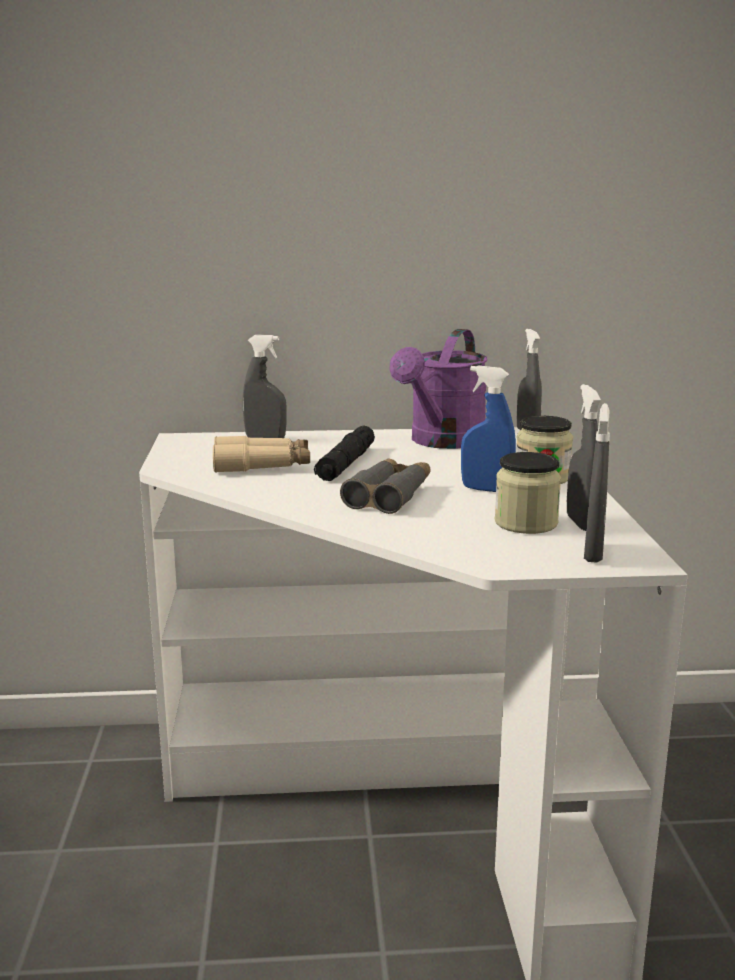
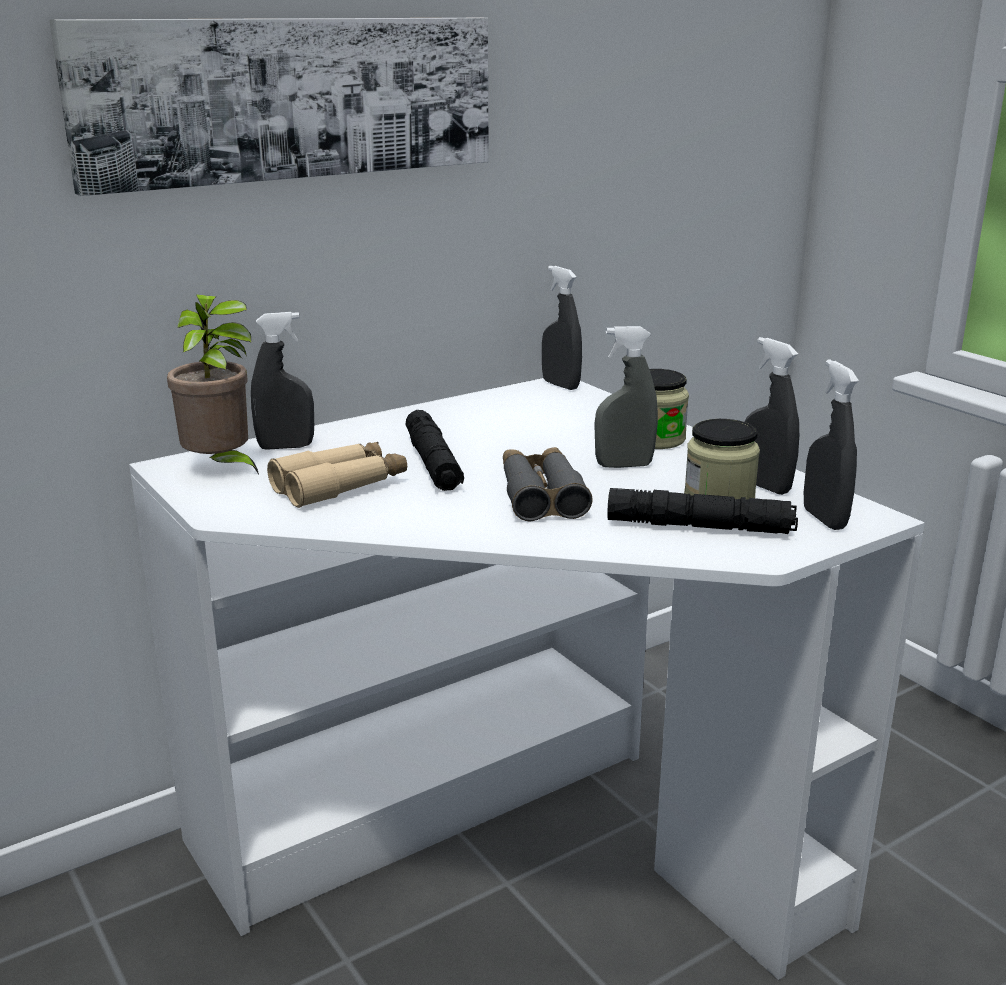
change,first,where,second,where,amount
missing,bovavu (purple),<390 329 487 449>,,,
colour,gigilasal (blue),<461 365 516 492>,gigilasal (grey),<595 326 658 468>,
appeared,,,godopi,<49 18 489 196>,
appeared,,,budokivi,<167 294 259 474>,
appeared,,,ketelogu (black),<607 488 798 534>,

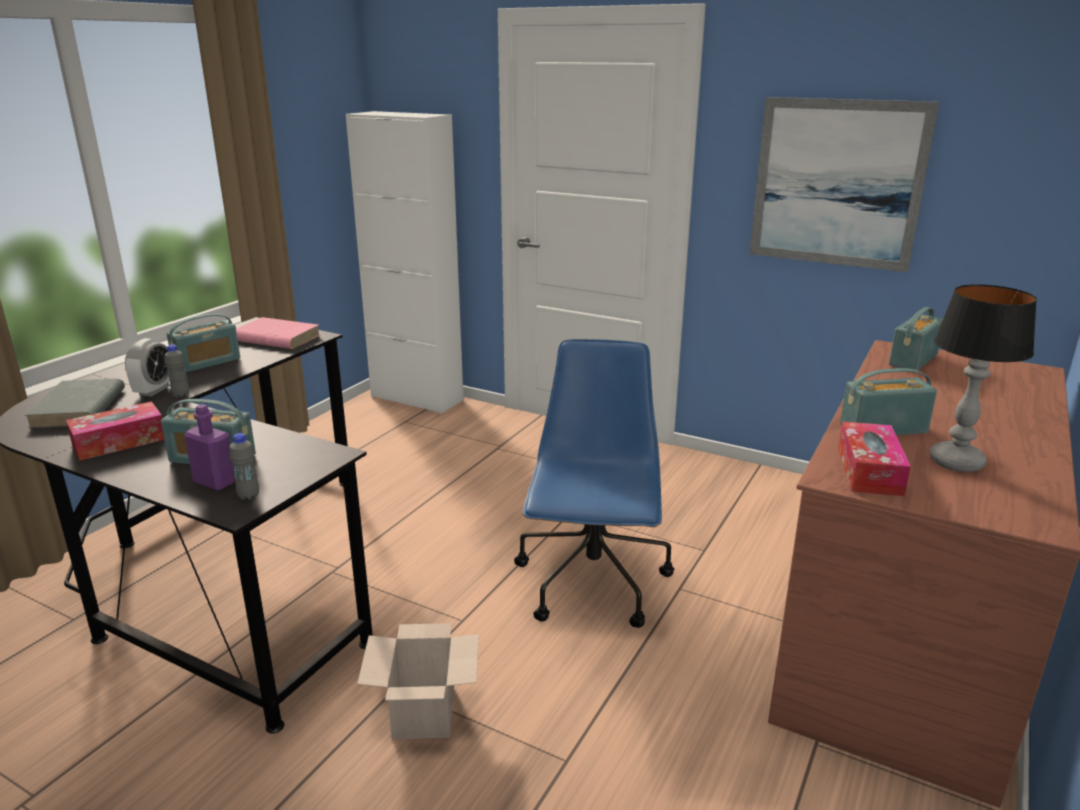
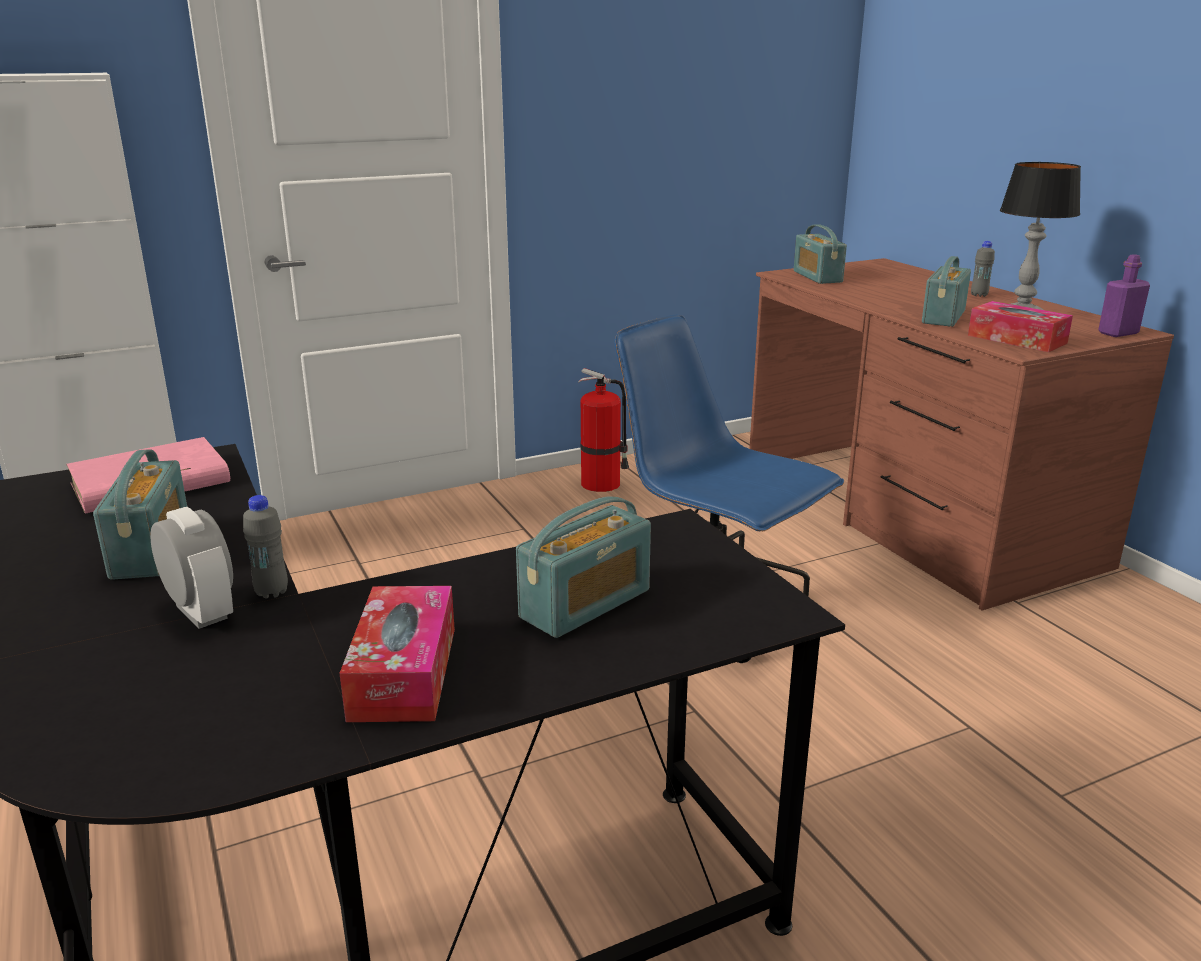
change,first,where,second,where,amount
missing,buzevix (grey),<24 378 125 428>,,,
relocated,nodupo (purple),<184 404 235 490>,,<1098 254 1150 337>,
relocated,nodupo (grey),<229 433 259 500>,,<971 241 995 297>,
missing,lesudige,<357 623 479 739>,,,
missing,godopi,<750 97 939 272>,,,
appeared,,,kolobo,<578 368 629 492>,

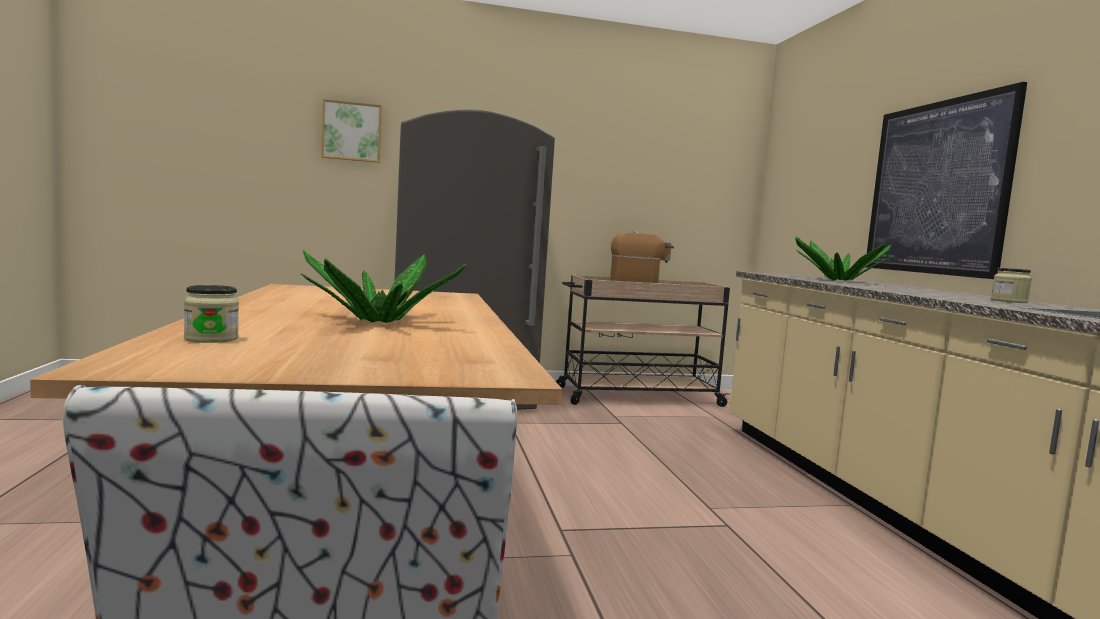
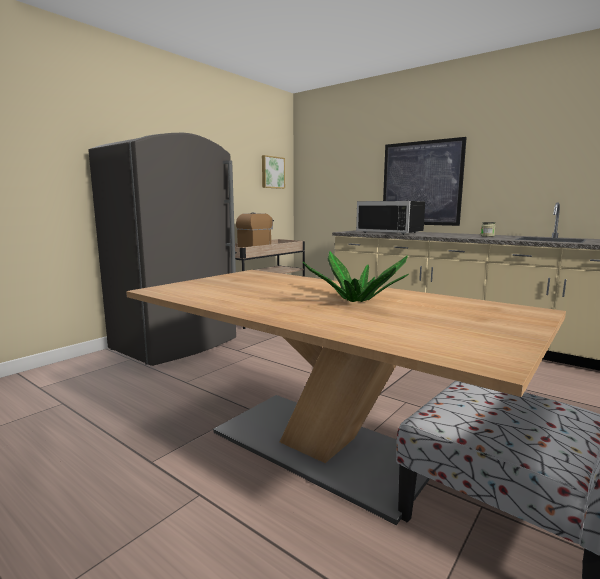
change,first,where,second,where,amount
missing,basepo,<184 285 239 343>,,,
relocated,godopi,<321 99 382 163>,,<262 155 285 189>,
exchanged,budokivi,<795 237 894 281>,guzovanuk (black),<356 201 425 235>,

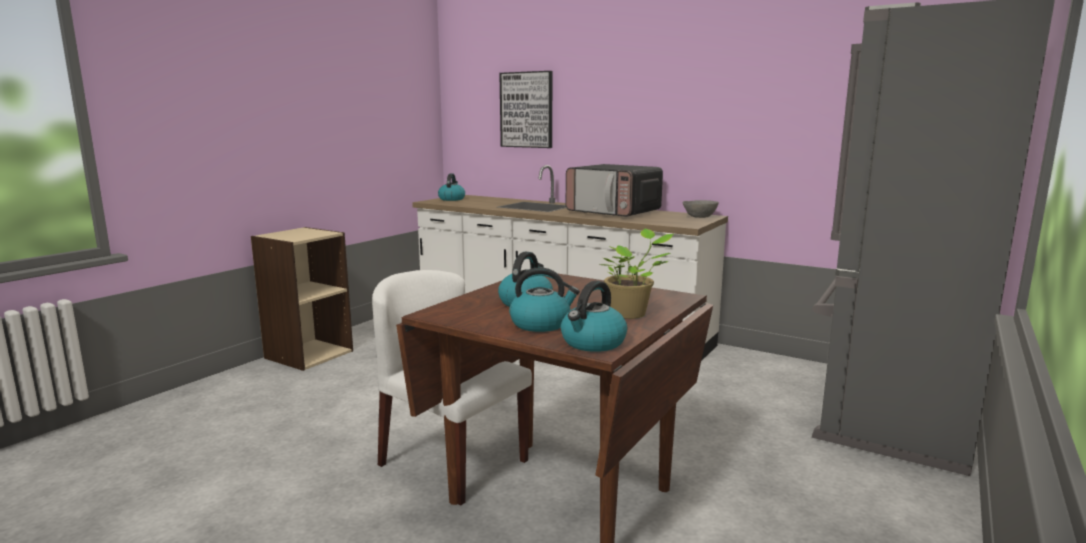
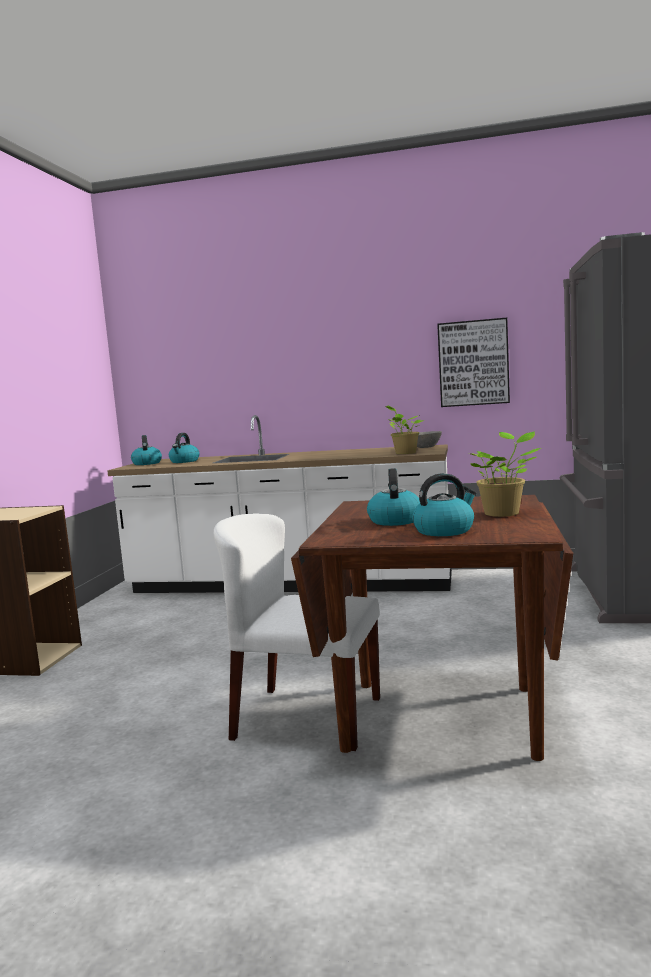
change,first,where,second,where,amount
relocated,godopi,<499 71 552 148>,,<437 318 510 407>,
relocated,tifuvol,<561 281 627 352>,,<169 433 199 463>,
missing,guzovanuk,<566 164 663 217>,,,
appeared,,,budokivi,<385 406 425 454>,

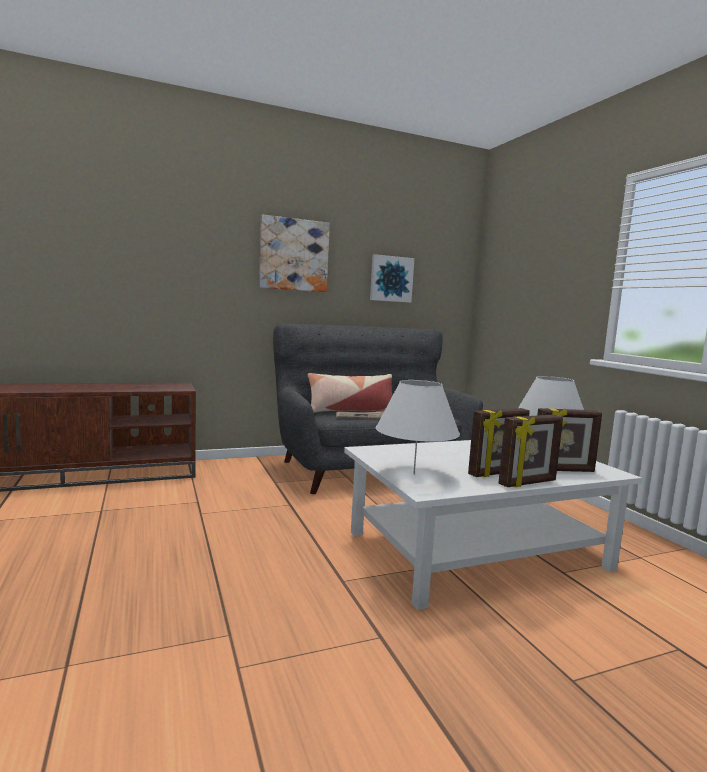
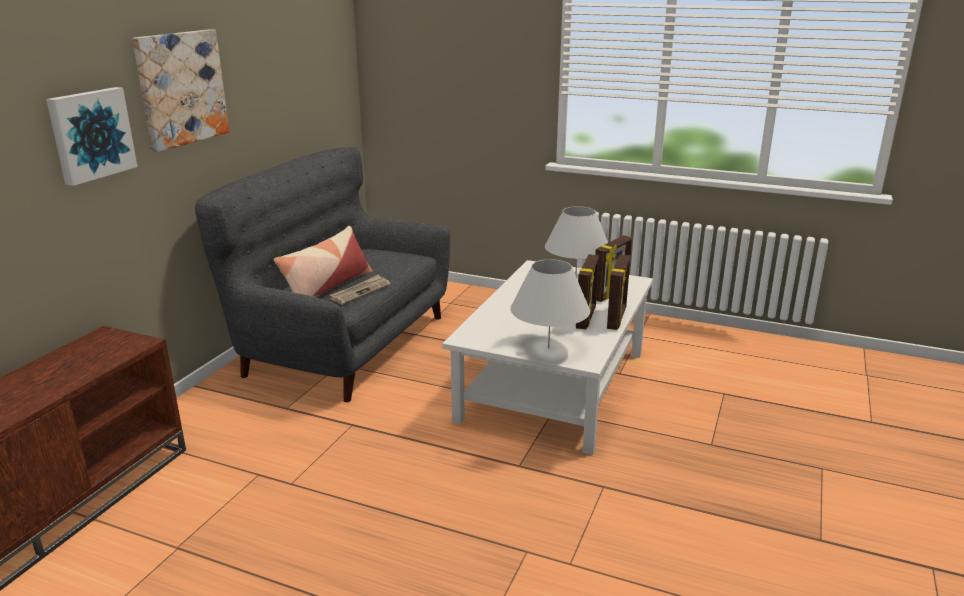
change,first,where,second,where,amount
relocated,godopi,<370 254 415 303>,,<46 87 138 186>,

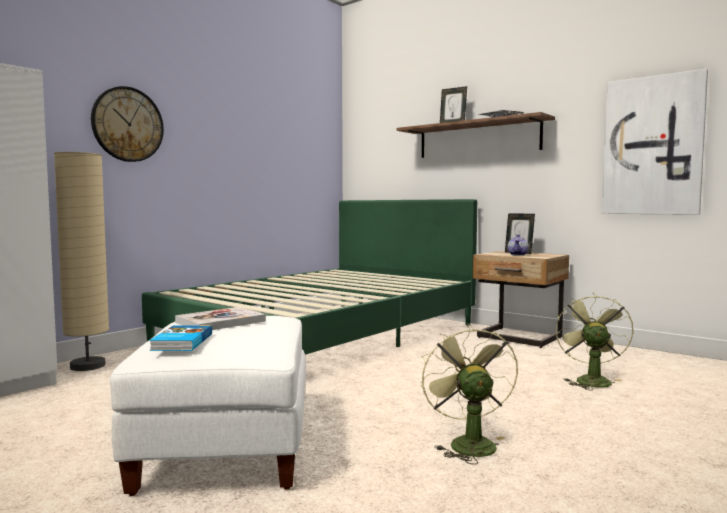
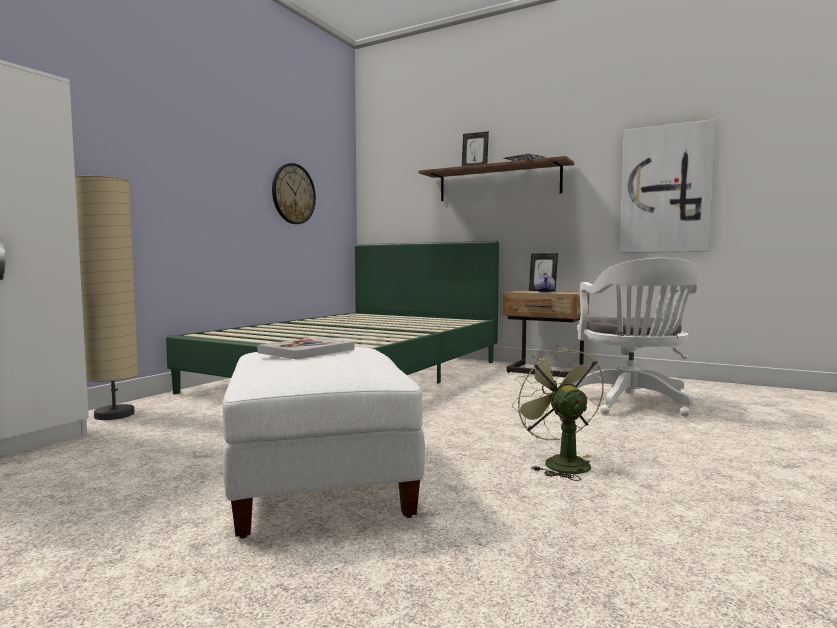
change,first,where,second,where,amount
relocated,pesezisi,<91 86 164 162>,,<272 163 316 224>,
missing,buzevix,<149 325 212 351>,,,
exchanged,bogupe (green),<556 292 633 390>,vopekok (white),<573 258 699 417>,

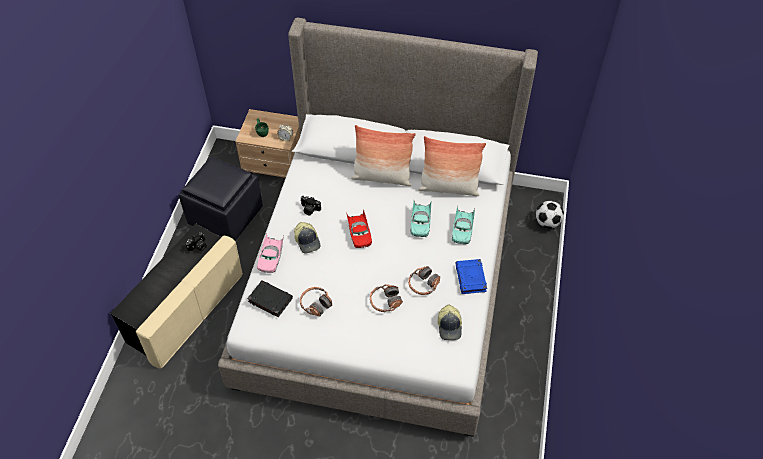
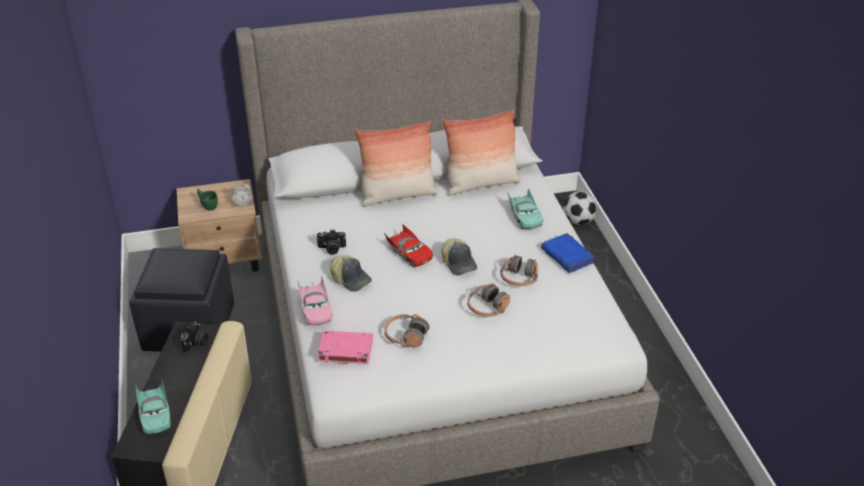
change,first,where,second,where,amount
colour,buzevix (black),<247 281 293 317>,buzevix (pink),<317 330 373 364>,
relocated,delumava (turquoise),<411 201 431 237>,,<135 380 171 434>,
relocated,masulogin,<438 304 462 340>,,<441 238 477 275>,

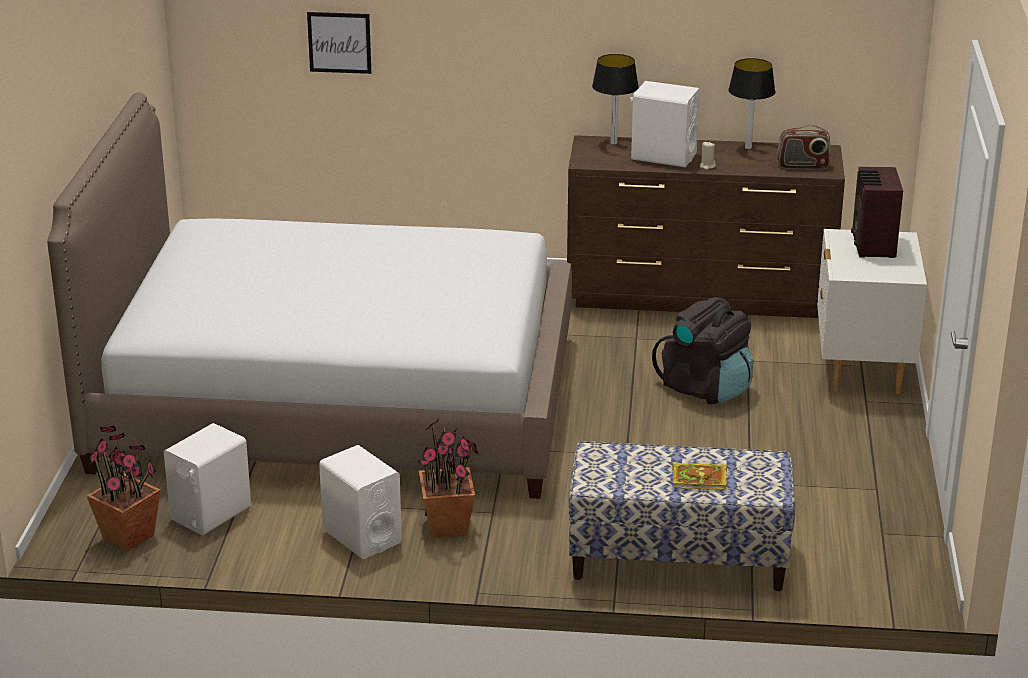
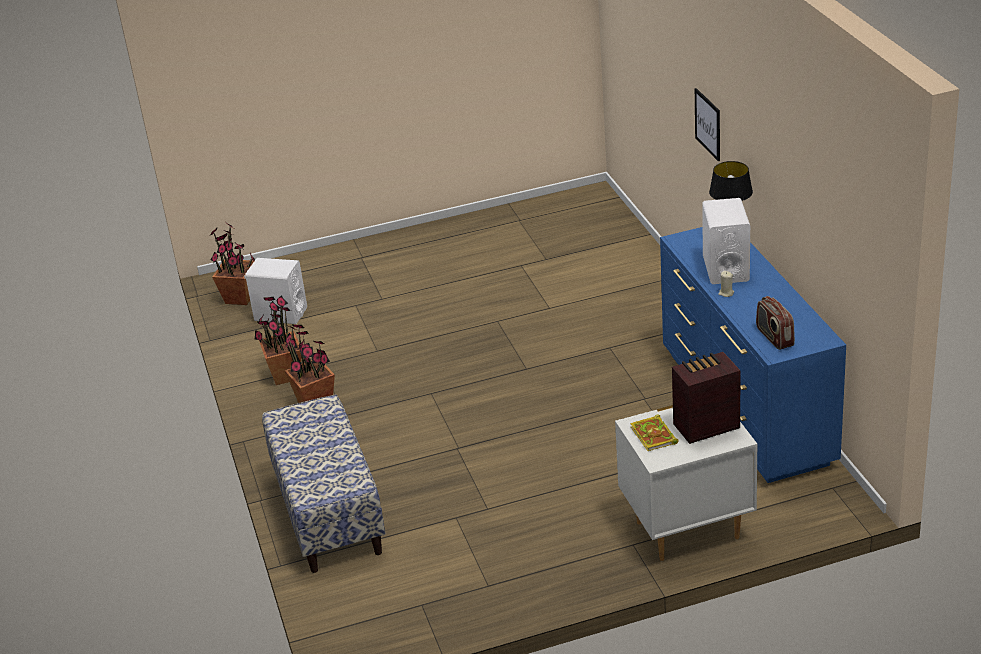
change,first,where,second,where,amount
missing,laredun,<47 92 572 499>,,,
relocated,godopi,<307 12 371 74>,,<695 88 720 161>,
exchanged,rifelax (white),<319 445 402 559>,budokivi,<255 296 301 385>,
colour,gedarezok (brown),<567 135 845 318>,gedarezok (blue),<660 227 846 483>,
missing,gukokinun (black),<652 297 753 404>,,,
relocated,buzevix,<672 462 727 490>,,<630 414 679 451>,
missing,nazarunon,<728 58 775 149>,,,

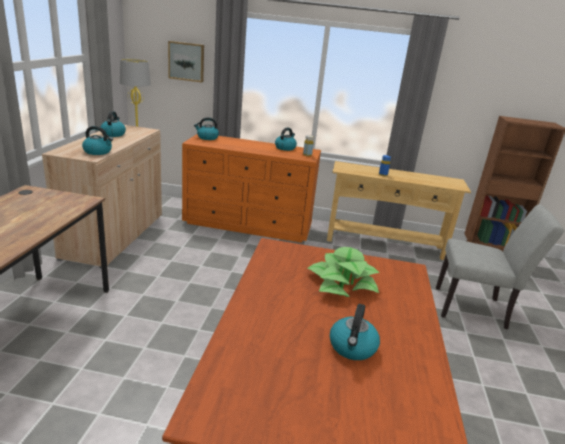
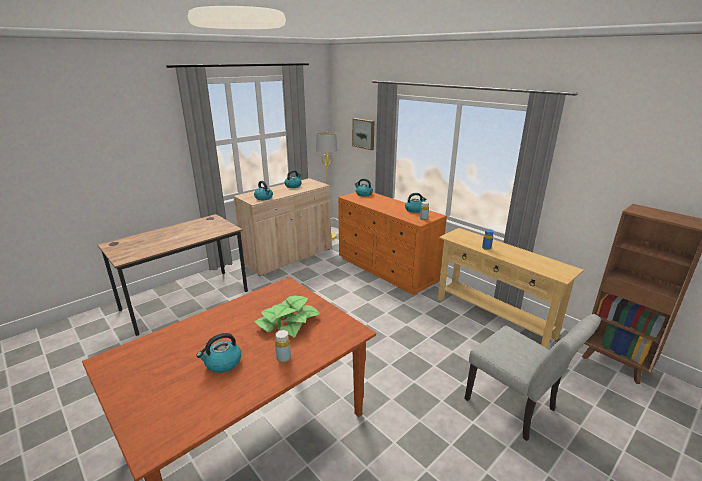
change,first,where,second,where,amount
appeared,,,nodupo (yellow),<275 330 291 363>,

